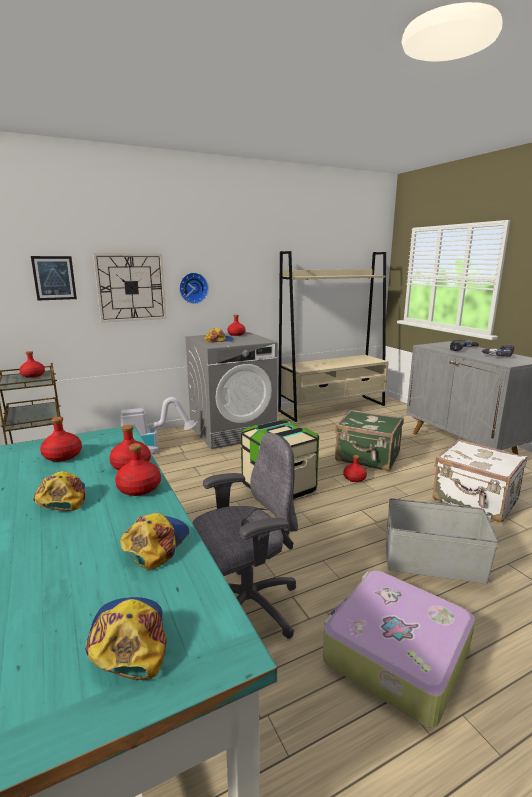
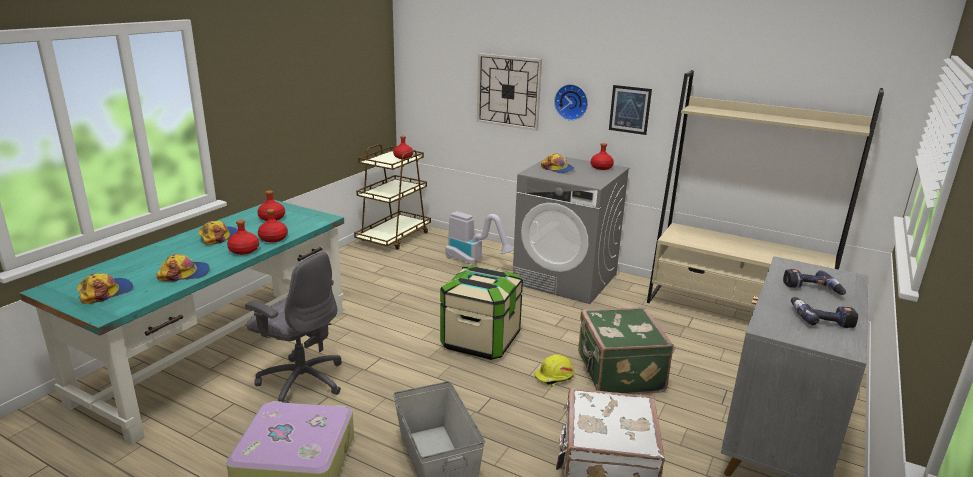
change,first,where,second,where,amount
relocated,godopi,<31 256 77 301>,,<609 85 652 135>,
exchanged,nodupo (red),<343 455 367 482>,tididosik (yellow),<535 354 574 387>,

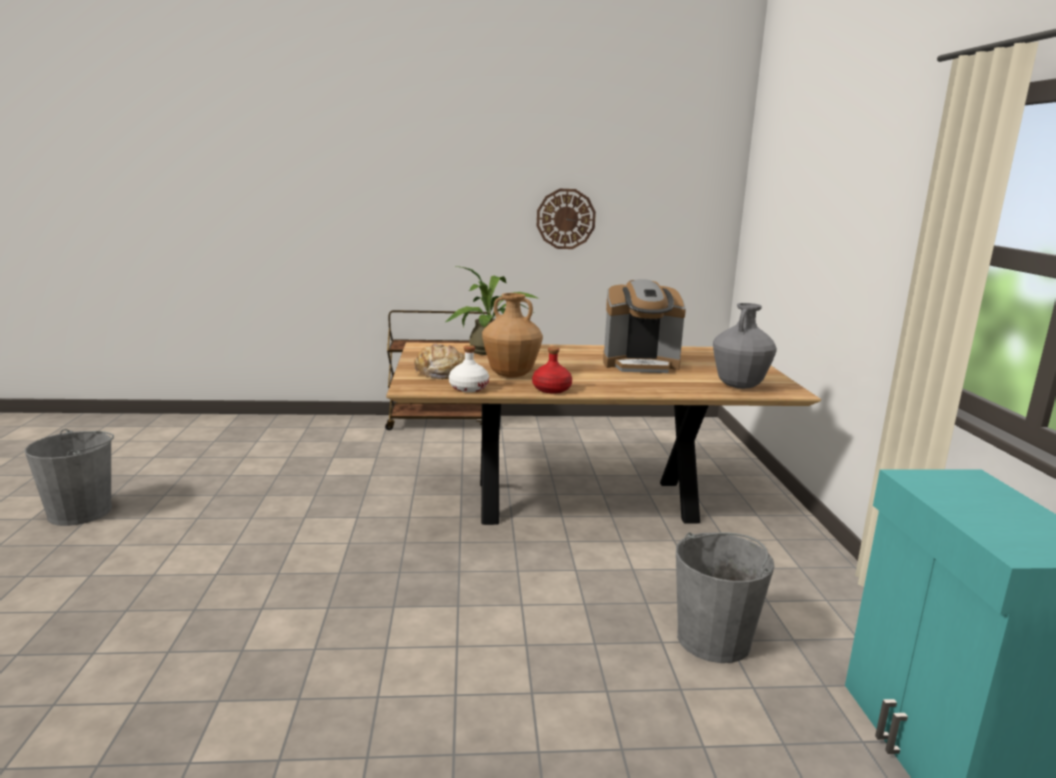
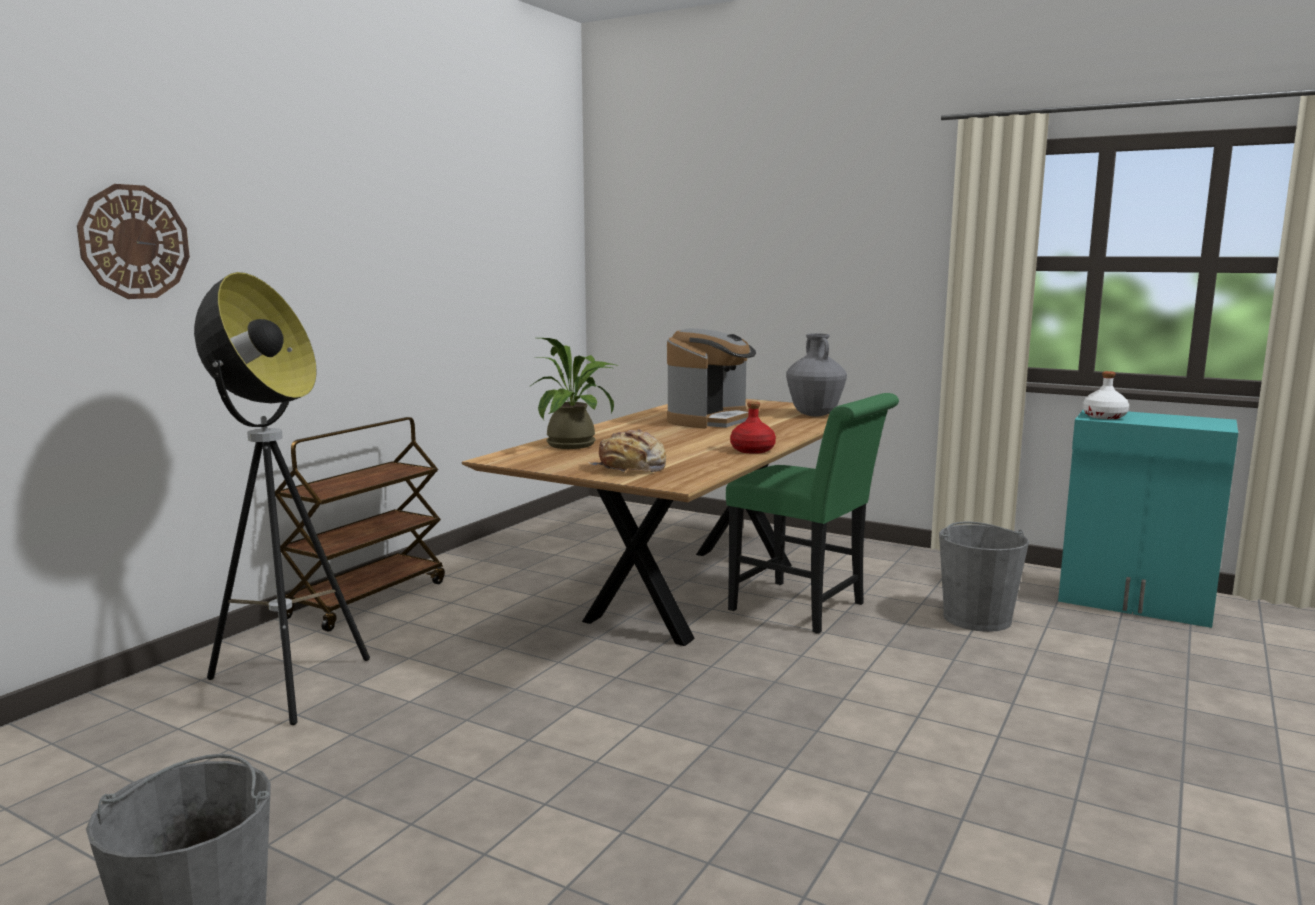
change,first,where,second,where,amount
relocated,nodupo (white),<449 345 489 392>,,<1083 371 1129 419>,
missing,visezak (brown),<482 293 543 378>,,,
relocated,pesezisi,<537 189 596 249>,,<77 184 190 299>,
appeared,,,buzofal,<194 272 370 725>,
appeared,,,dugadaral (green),<726 393 899 634>,

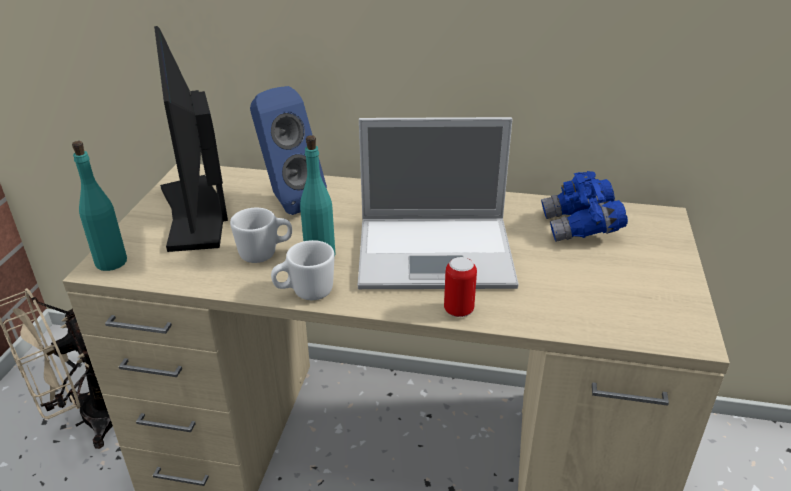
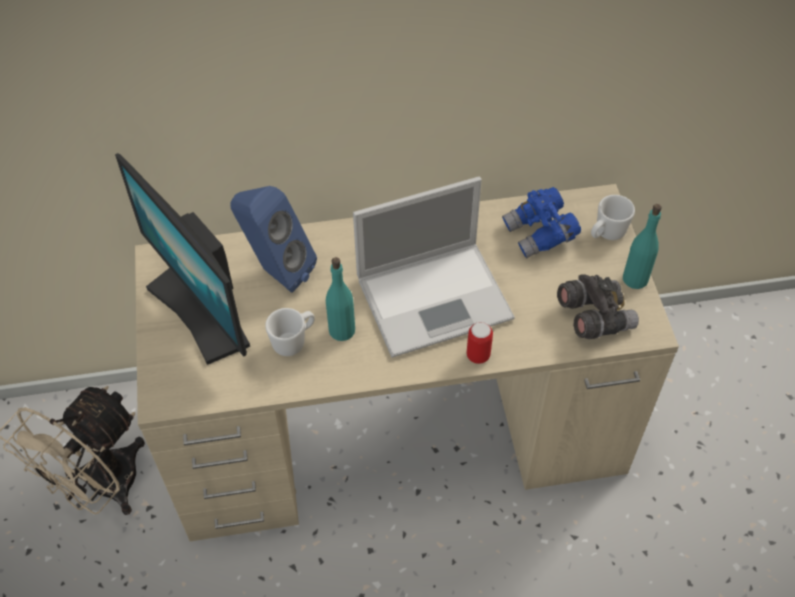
change,first,where,second,where,amount
relocated,nodupo (turquoise),<72 141 127 271>,,<623 204 661 289>,
relocated,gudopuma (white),<271 240 335 300>,,<591 195 635 240>,
appeared,,,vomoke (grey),<557 275 639 339>,

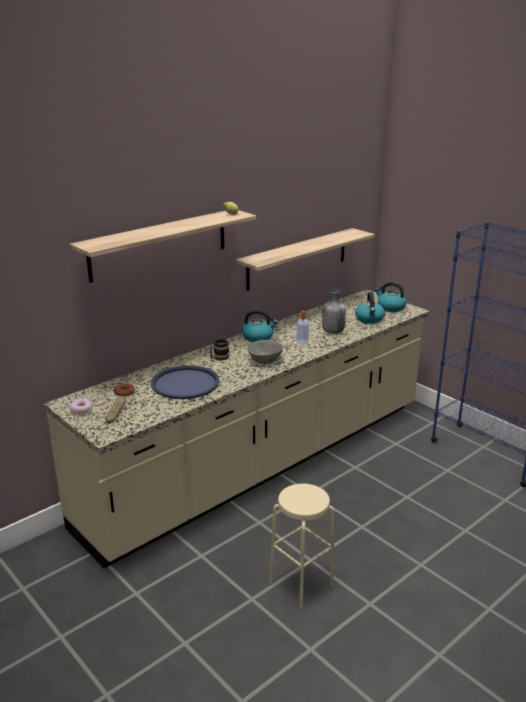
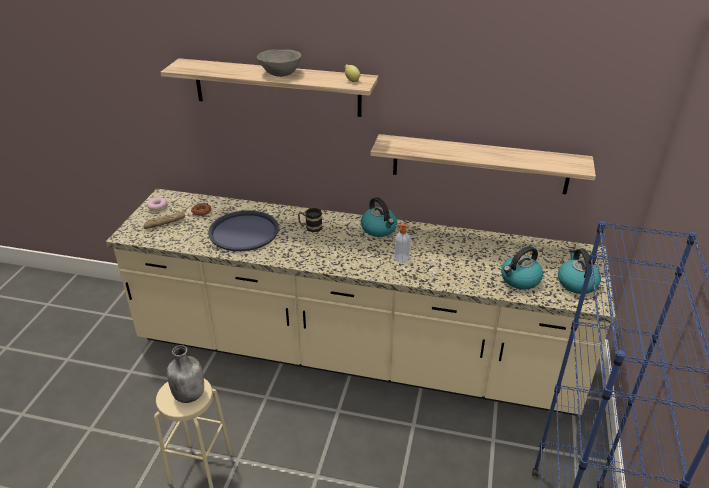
change,first,where,second,where,amount
relocated,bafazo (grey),<247 340 283 364>,,<257 49 301 77>,
relocated,nodupo (grey),<322 289 346 334>,,<167 345 204 403>,

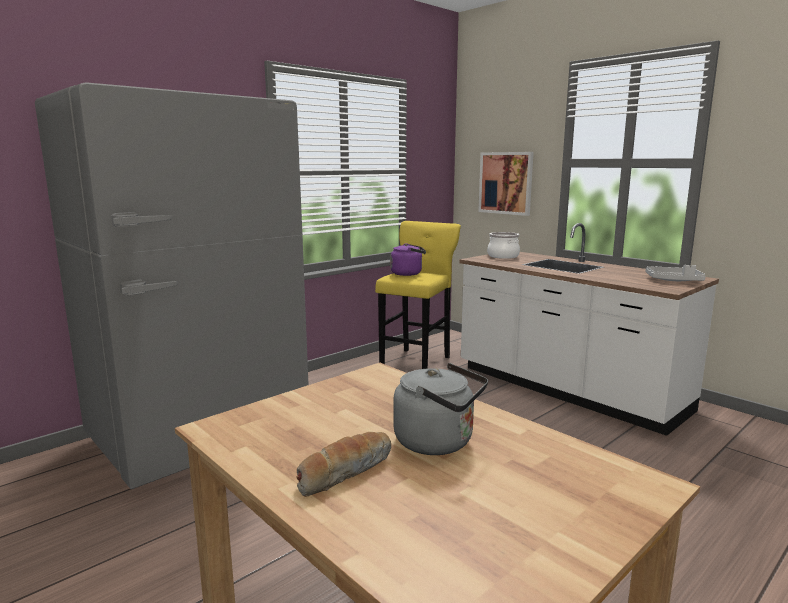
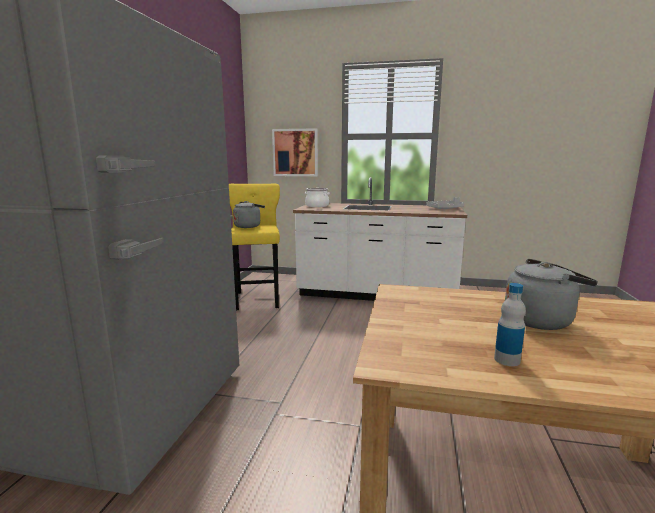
change,first,where,second,where,amount
missing,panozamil,<296 432 391 497>,,,
colour,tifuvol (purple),<391 243 426 276>,tifuvol (grey),<233 201 265 228>,
appeared,,,nodupo,<494 283 526 366>,

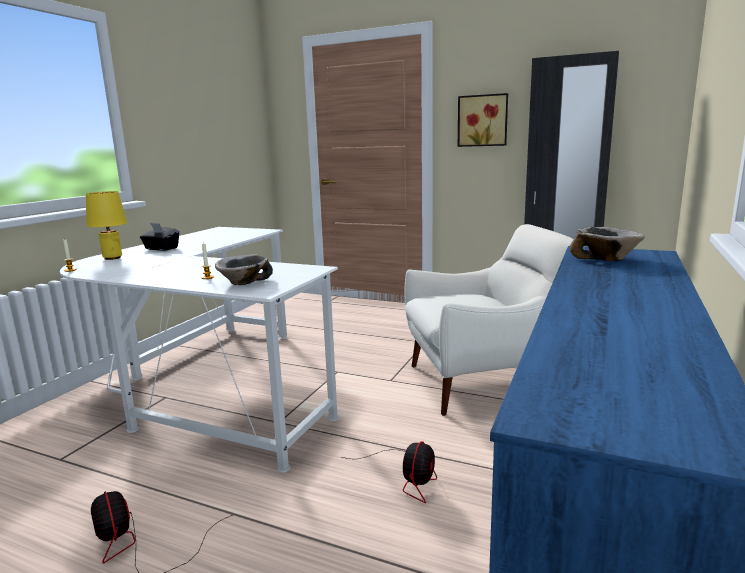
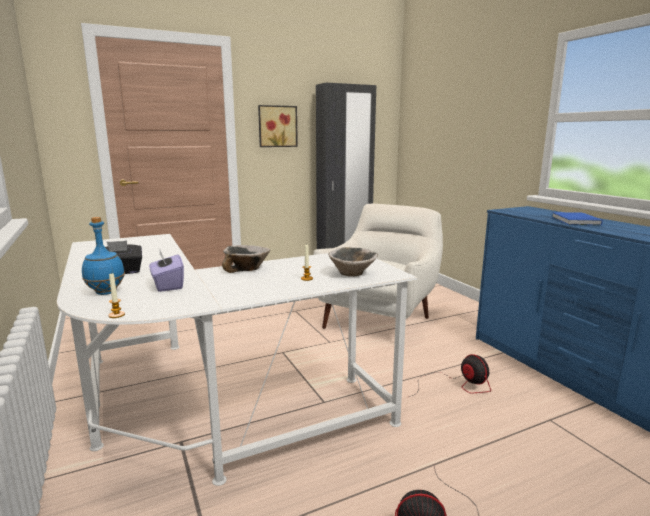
change,first,where,second,where,amount
exchanged,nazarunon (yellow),<86 191 127 260>,nodupo (blue),<82 217 125 295>,
relocated,bafazo,<570 227 645 261>,,<222 245 270 273>,
appeared,,,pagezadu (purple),<149 248 184 292>,
appeared,,,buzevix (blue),<552 212 603 225>,

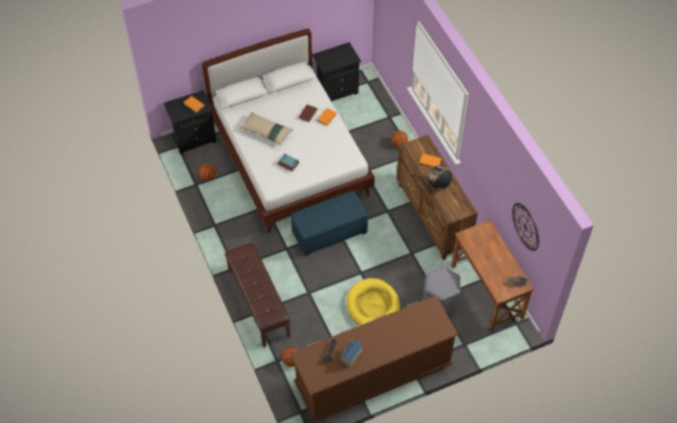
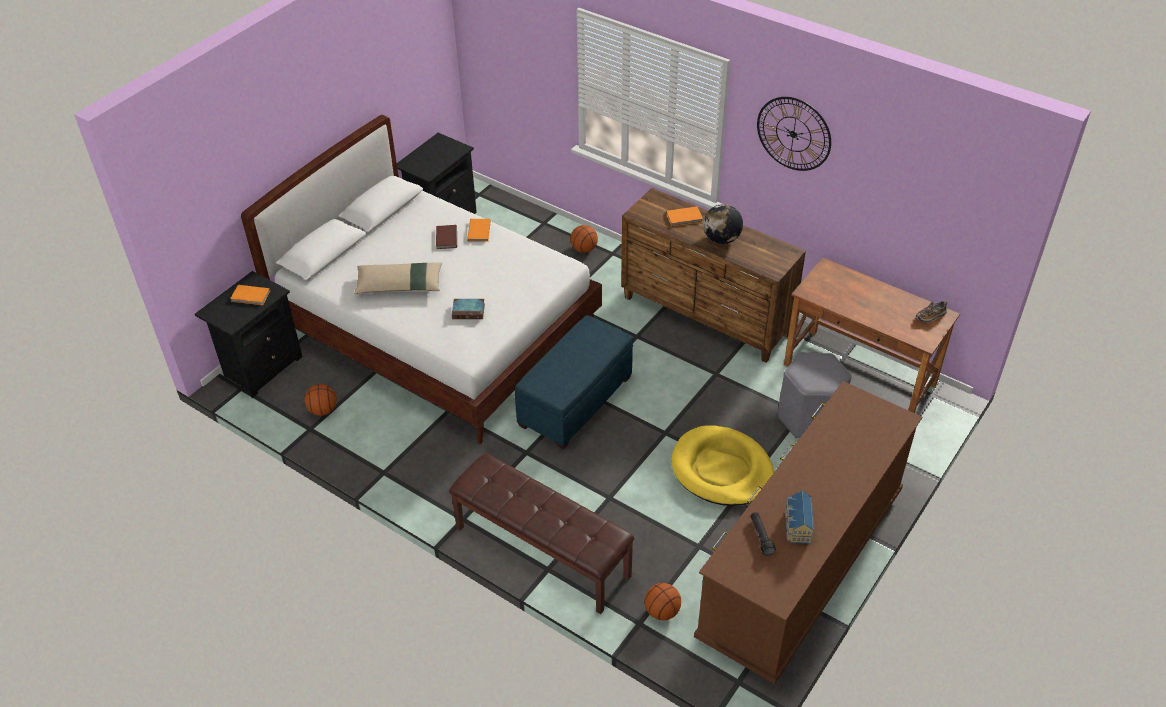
change,first,where,second,where,amount
relocated,pesezisi,<512 203 539 251>,,<757 97 831 171>,

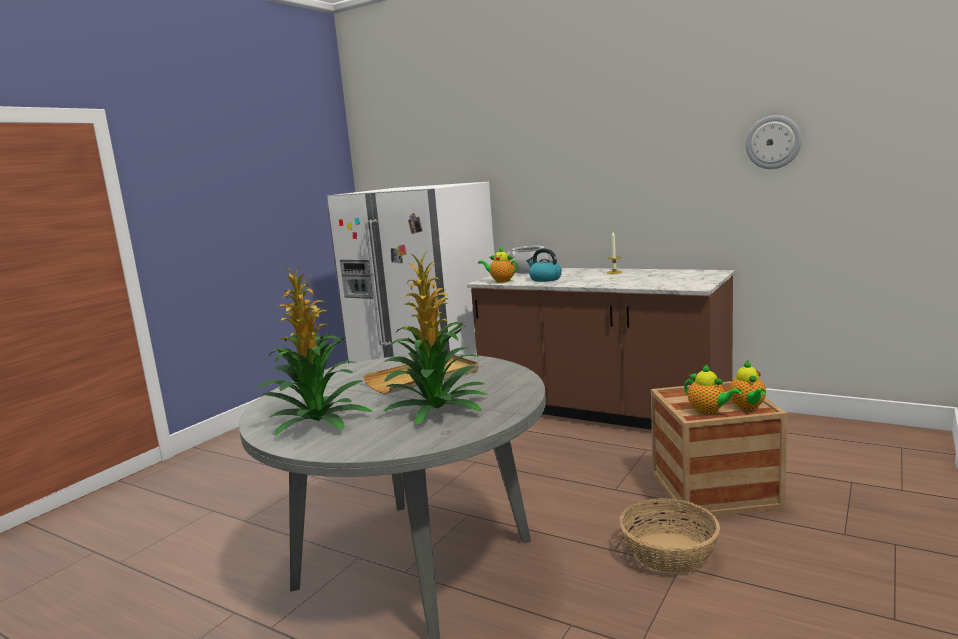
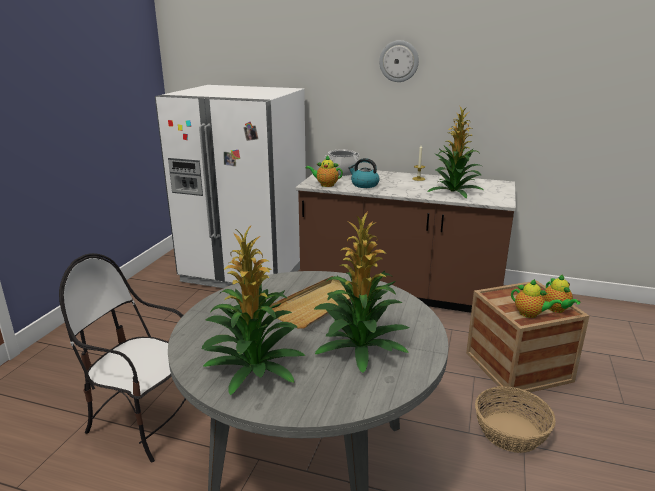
change,first,where,second,where,amount
relocated,pesezisi,<745 115 802 169>,,<379 40 419 82>,
appeared,,,dugadaral,<59 253 186 462>,
appeared,,,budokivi,<427 107 484 198>,

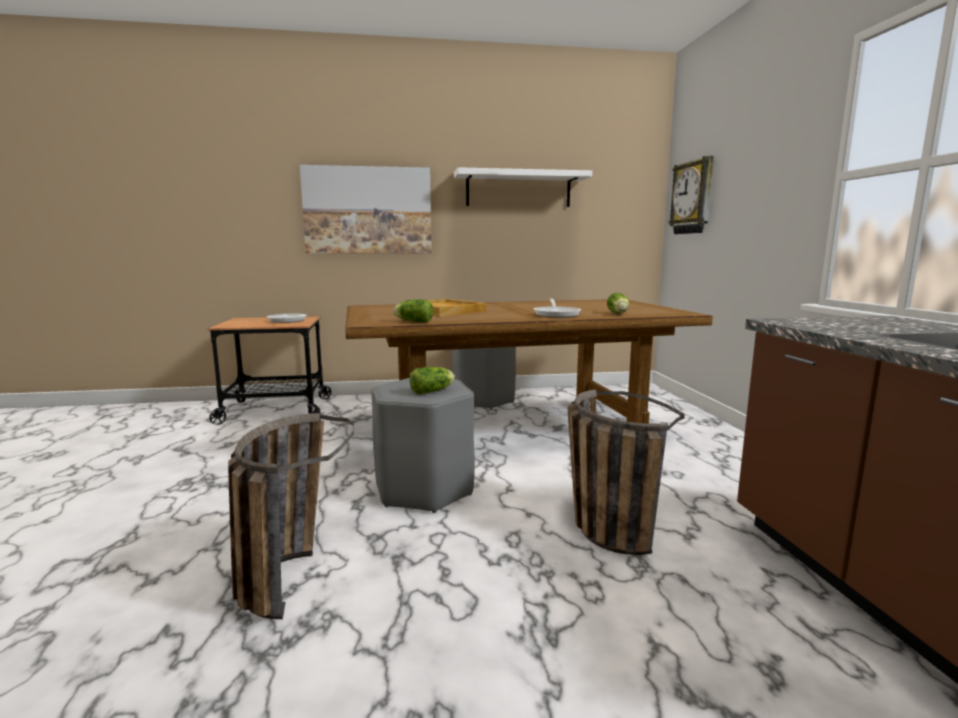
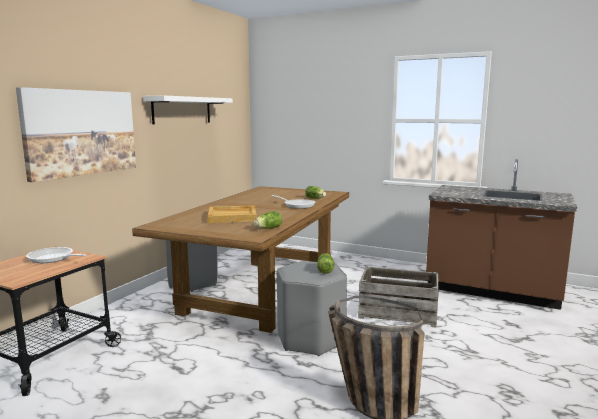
change,first,where,second,where,amount
exchanged,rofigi,<568 390 685 555>,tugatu,<358 266 439 328>,
missing,pesezisi,<669 156 714 234>,,,

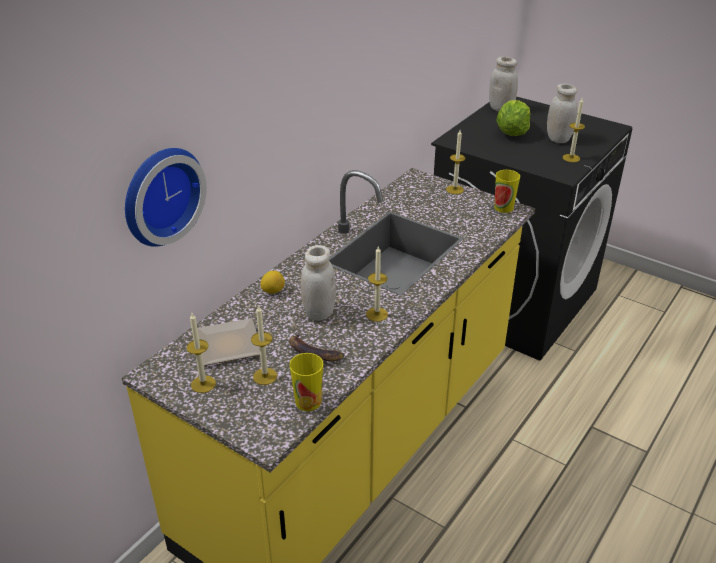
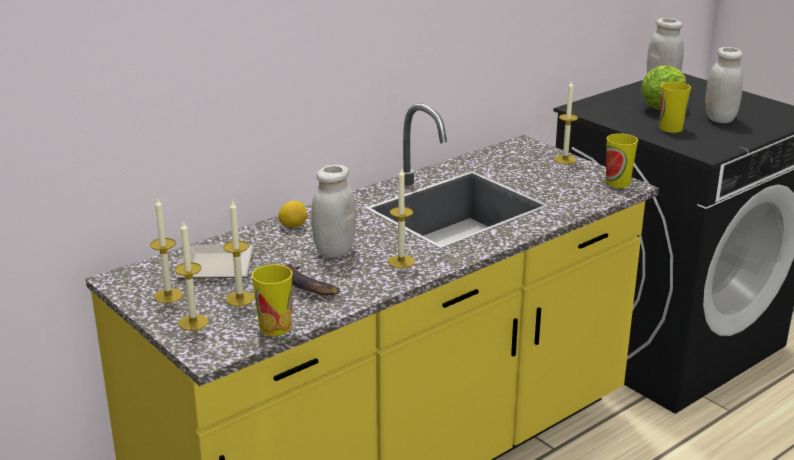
change,first,where,second,where,amount
missing,pesezisi,<125 148 207 247>,,,
relocated,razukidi,<563 98 585 162>,,<175 221 209 331>,
appeared,,,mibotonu,<659 82 691 133>,

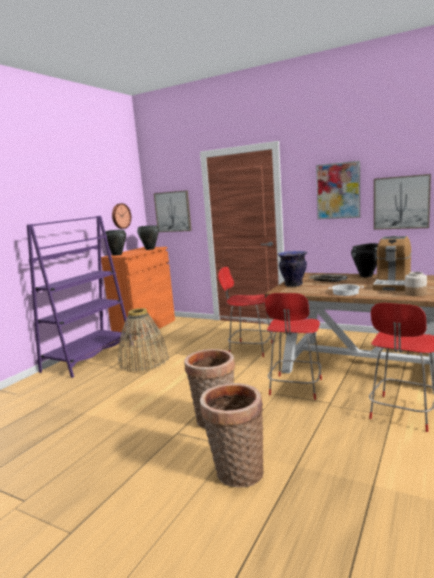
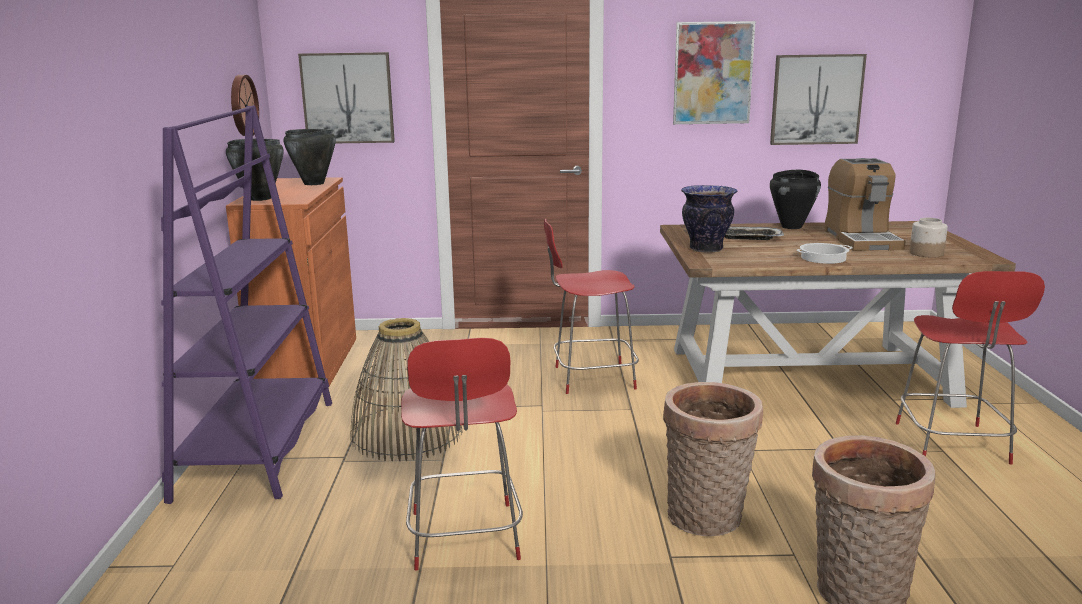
change,first,where,second,where,amount
relocated,dugadaral (red),<265 293 322 400>,,<401 338 523 571>,

